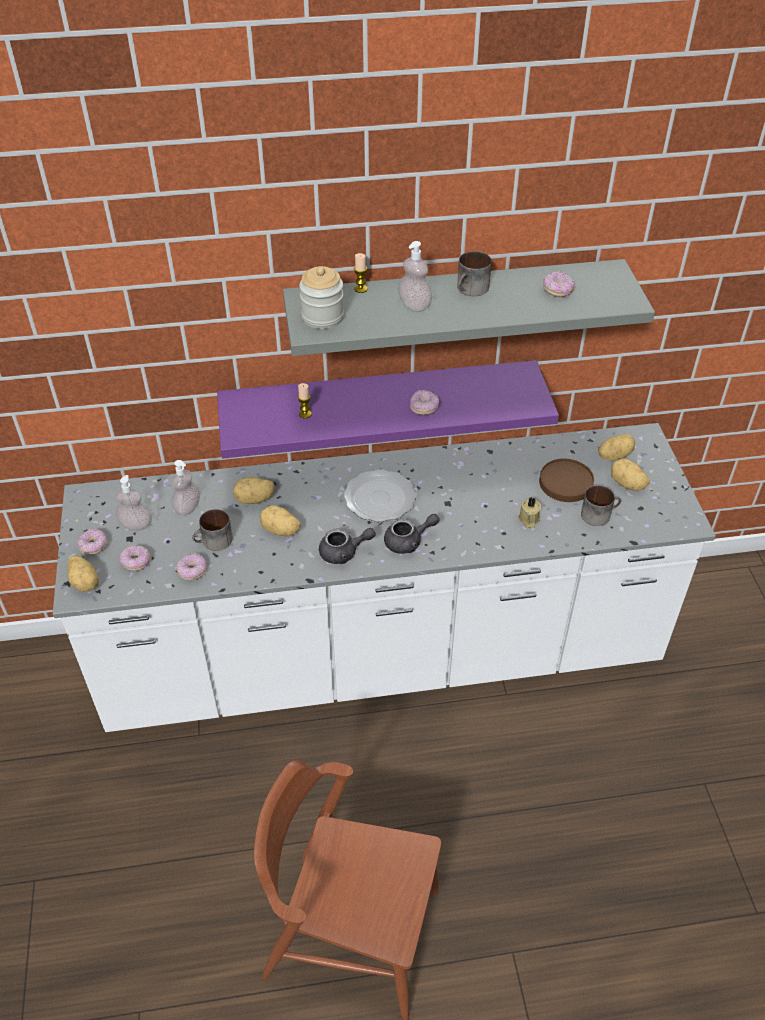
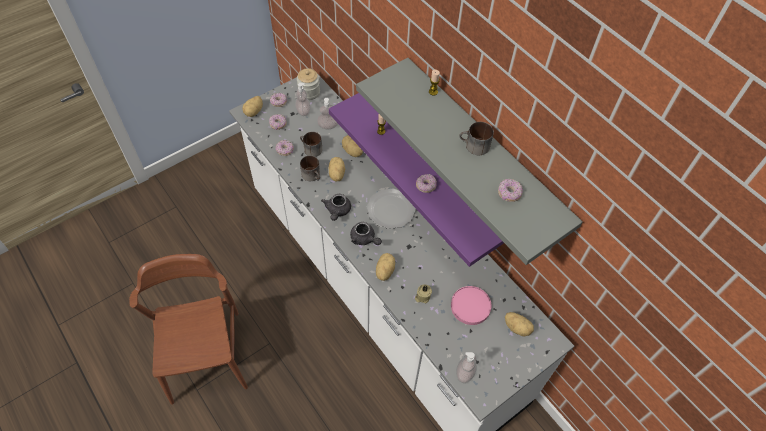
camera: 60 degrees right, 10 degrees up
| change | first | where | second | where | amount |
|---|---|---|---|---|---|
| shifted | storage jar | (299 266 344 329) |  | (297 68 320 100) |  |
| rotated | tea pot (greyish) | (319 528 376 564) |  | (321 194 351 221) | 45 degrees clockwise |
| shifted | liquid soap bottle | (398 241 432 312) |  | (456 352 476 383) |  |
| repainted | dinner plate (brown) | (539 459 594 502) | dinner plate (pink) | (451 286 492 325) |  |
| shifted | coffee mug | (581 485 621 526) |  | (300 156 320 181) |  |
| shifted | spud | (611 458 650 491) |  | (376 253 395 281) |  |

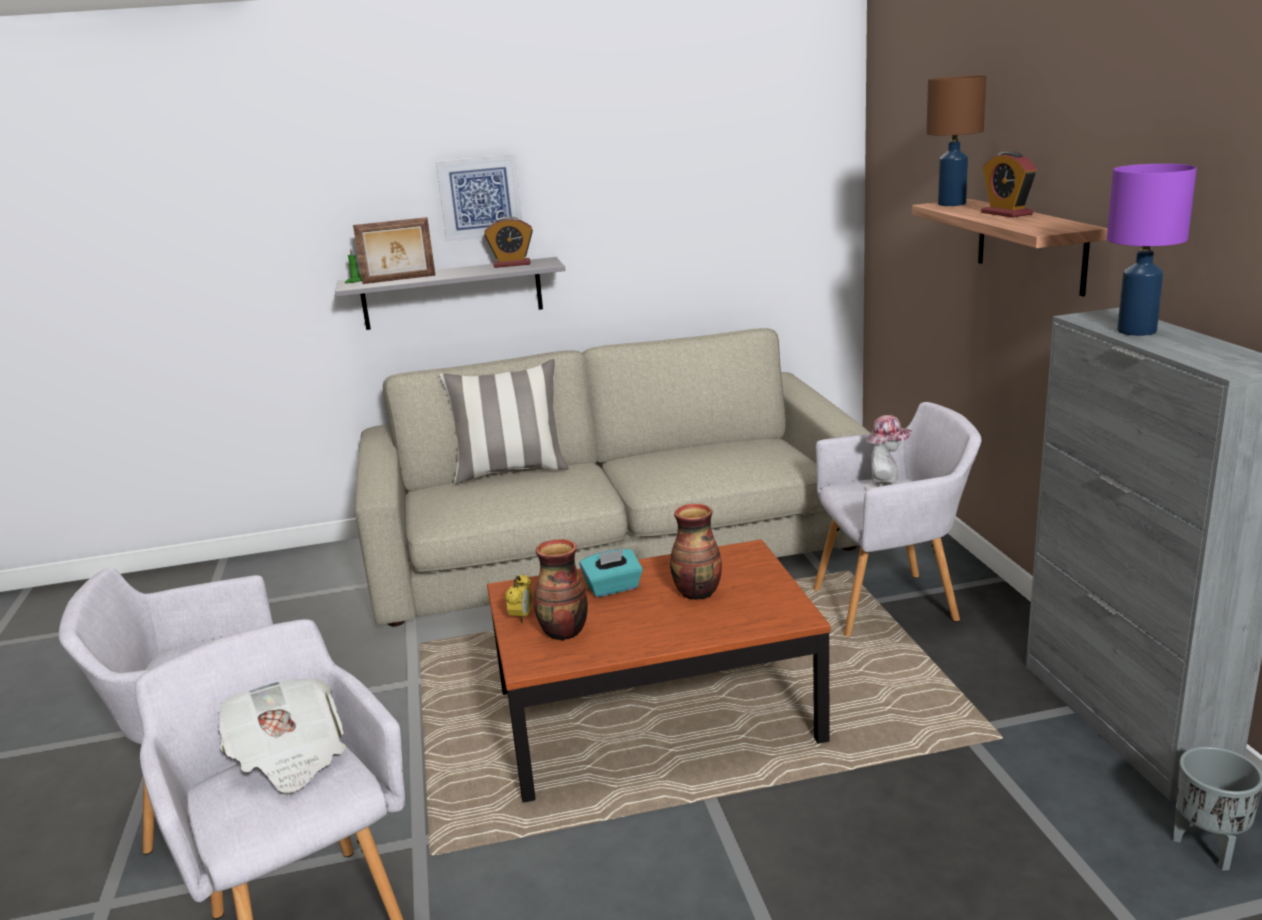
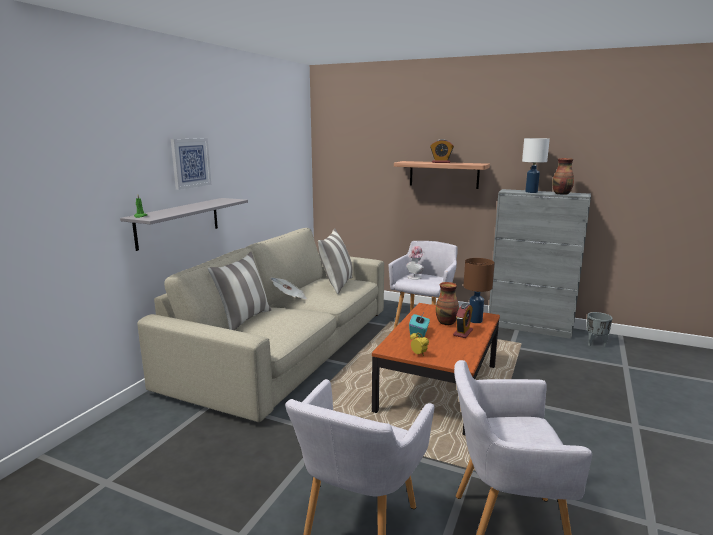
camera: 55 degrees left, 5 degrees down
| change | first | where | second | where | amount |
|---|---|---|---|---|---|
| shifted | printed paper | (218 679 346 793) |  | (270 277 307 300) |  |
| gone | standing frame | (353 217 436 284) |  |  |  |
| shifted | bedside clock | (484 217 533 268) |  | (453 303 473 338) |  |
| shifted | vase | (534 539 588 641) |  | (552 158 574 195) |  |
| shifted | lamp for a table (brown) | (926 76 986 206) |  | (463 258 494 323) |  |
| repainted | lamp for a table (purplish) | (1107 164 1197 336) | lamp for a table (white-coloured) | (522 138 550 193) |  |
| new |  |  | pillow | (318 228 353 294) |  |

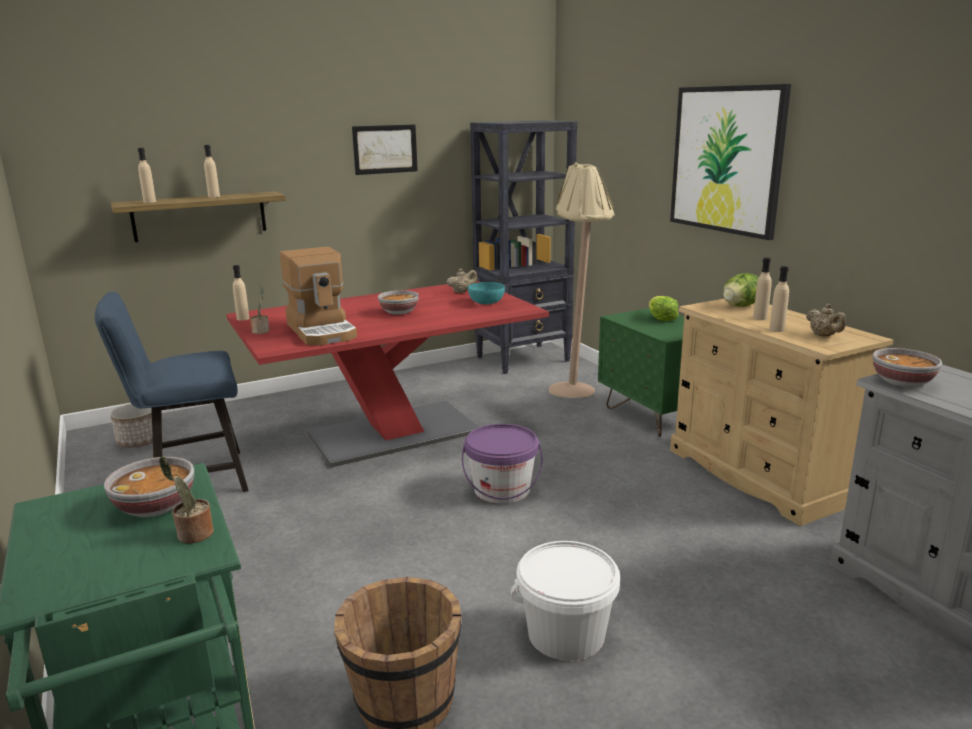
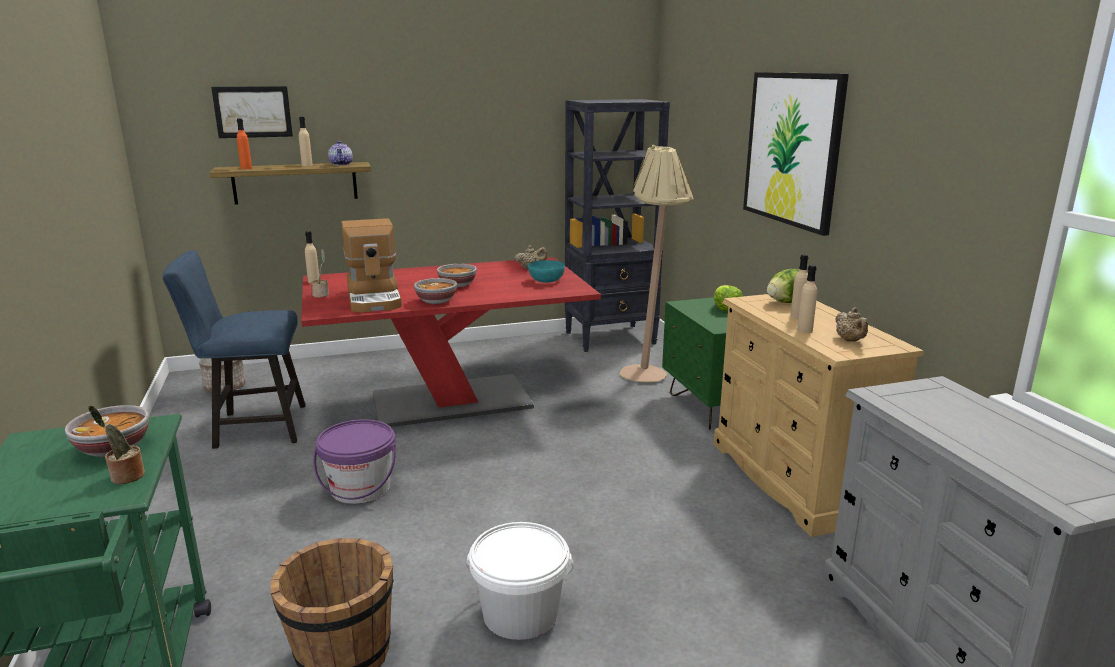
camera: 10 degrees right, 0 degrees up
| change | first | where | second | where | amount |
|---|---|---|---|---|---|
| repainted | beverage bottle (beige) | (138 148 156 203) | beverage bottle (orange-coloured) | (237 118 252 169) |  |
| shifted | wall art | (352 124 418 175) |  | (211 86 293 138) |  |
| shifted | bucket (purplish) | (462 424 543 504) |  | (313 419 396 504) |  |
| shifted | serving bowl | (873 348 942 387) |  | (414 278 457 304) |  |
| new |  |  | tea pot | (328 141 353 165) |  |

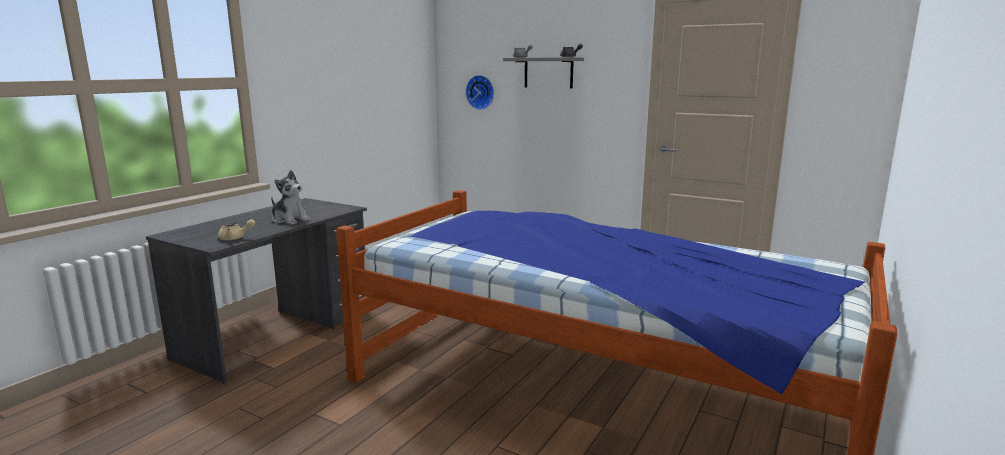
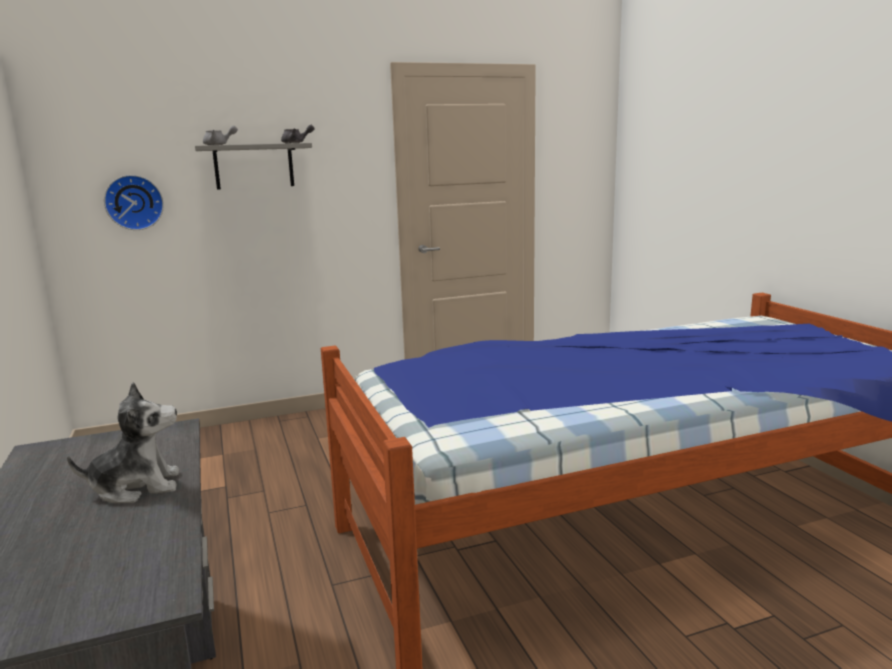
camera: 50 degrees left, 0 degrees up
| change | first | where | second | where | amount |
|---|---|---|---|---|---|
| gone | tea pot (beige) | (218 219 256 240) |  |  |  |

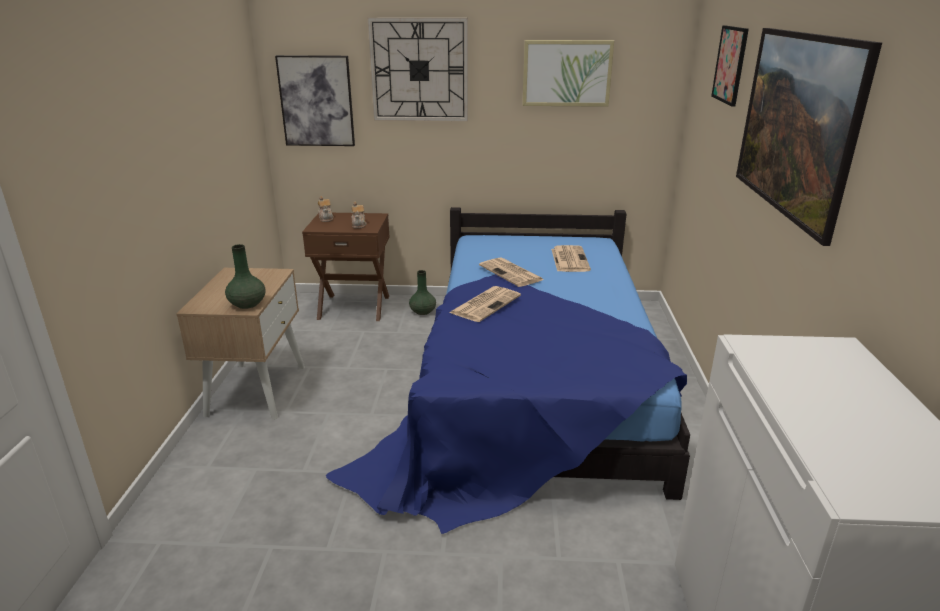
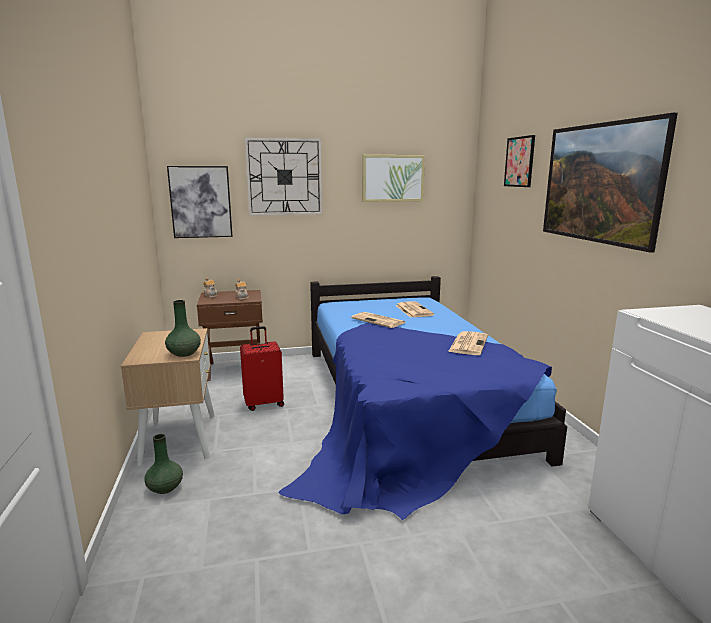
camera: 15 degrees left, 10 degrees down
| change | first | where | second | where | amount |
|---|---|---|---|---|---|
| shifted | vase (green-coloured) | (409 270 436 315) |  | (144 434 183 494) |  |
| shifted | printed paper | (449 286 521 322) |  | (448 331 488 355) |  |
| new |  |  | piece of luggage (red-coloured) | (240 326 284 411) |  |

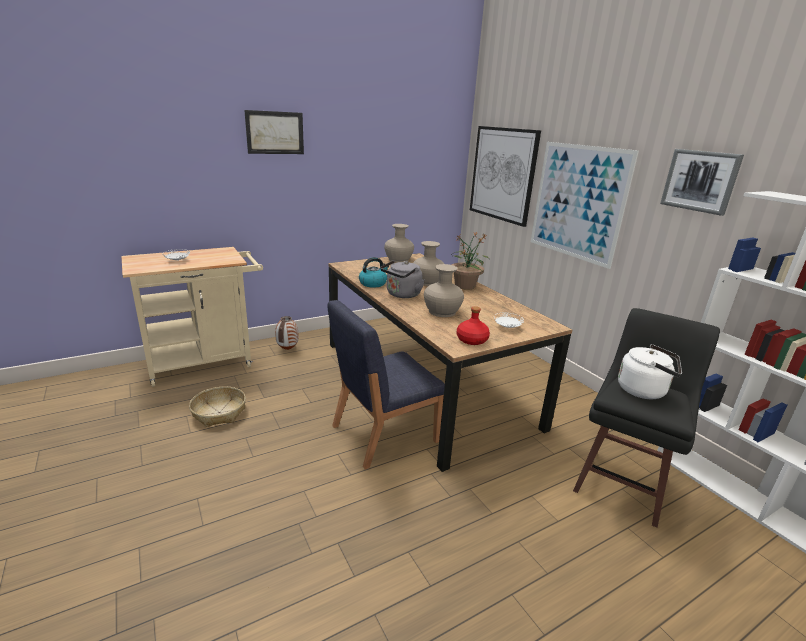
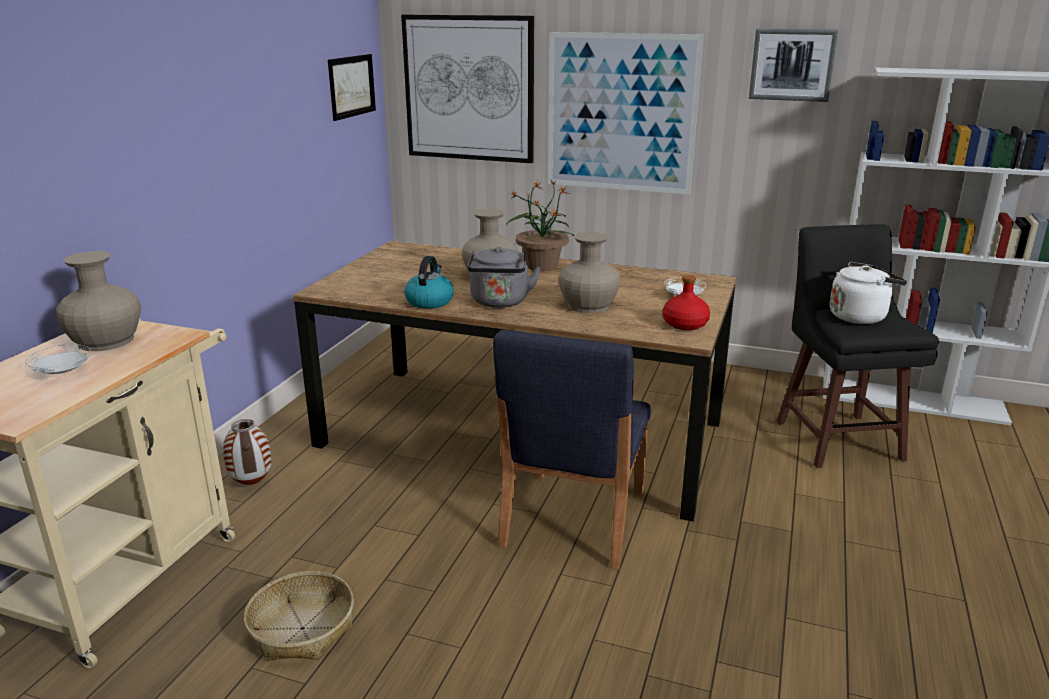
camera: 40 degrees left, 0 degrees up
| change | first | where | second | where | amount |
|---|---|---|---|---|---|
| shifted | wall art | (244 110 304 154) |  | (328 54 376 121) |  |
| shifted | vase (beige) | (384 224 414 263) |  | (56 251 141 351) |  |

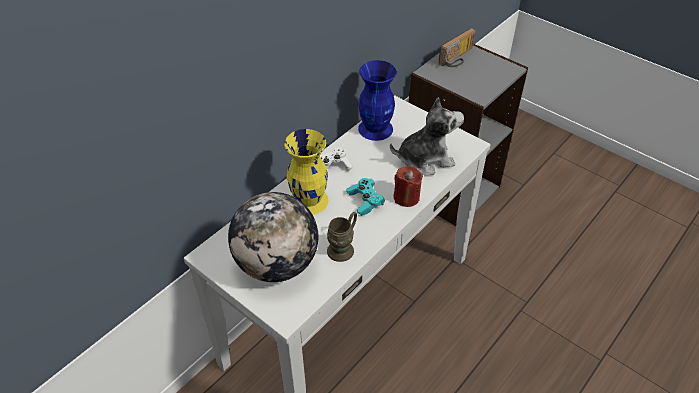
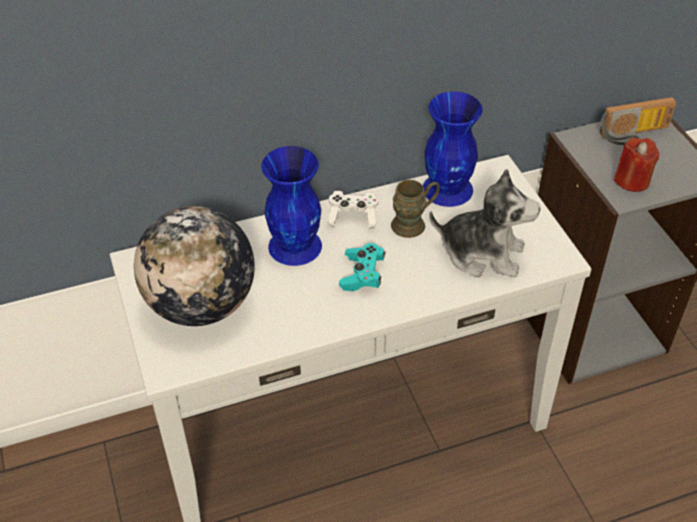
camera: 30 degrees right, 0 degrees up
| change | first | where | second | where | amount |
|---|---|---|---|---|---|
| repainted | vase (yellow) | (284 129 328 215) | vase (blue) | (261 146 322 266) |  |
| shifted | coffee mug (brown) | (327 212 357 262) |  | (391 180 440 238) |  |
| shifted | wax candle (red-coloured) | (393 165 423 207) |  | (614 138 659 192) |  |

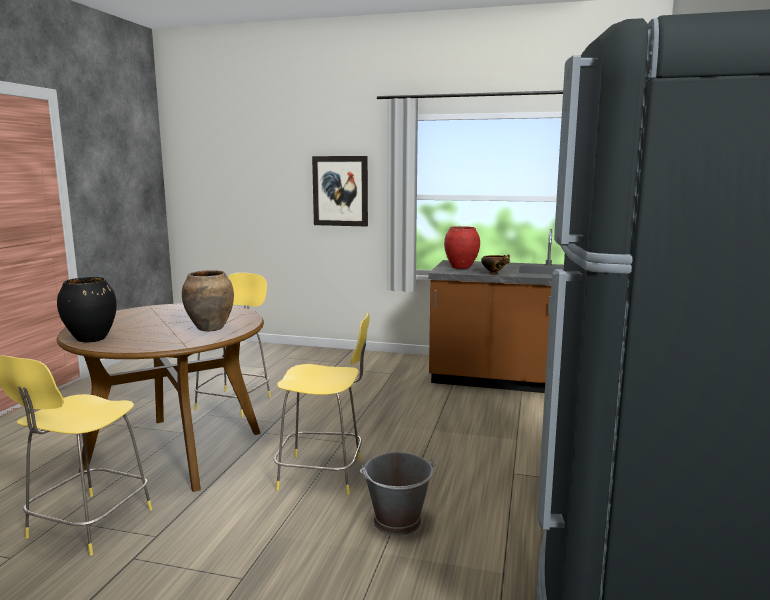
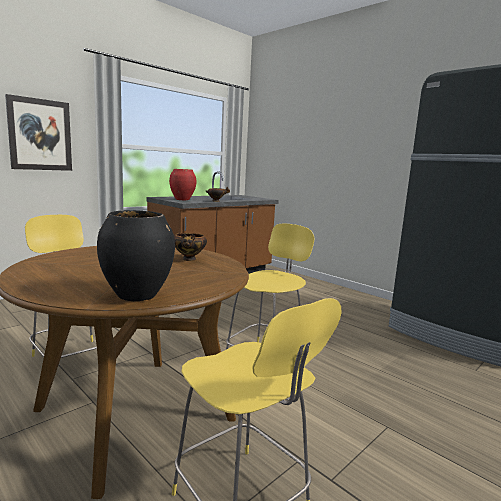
camera: 60 degrees left, 0 degrees up
| change | first | where | second | where | amount |
|---|---|---|---|---|---|
| swapped | vase (brown) | (182 270 234 331) | serving bowl | (174 233 207 261) |  |
| gone | bucket (greyish) | (360 452 436 536) |  |  |  |

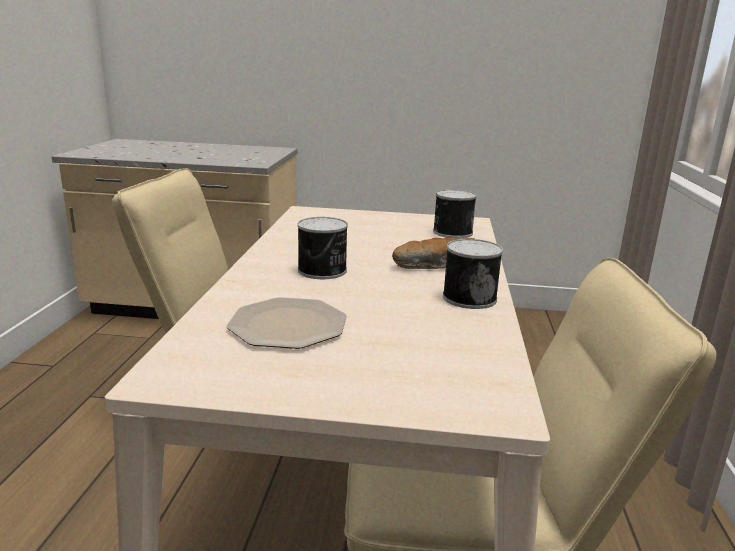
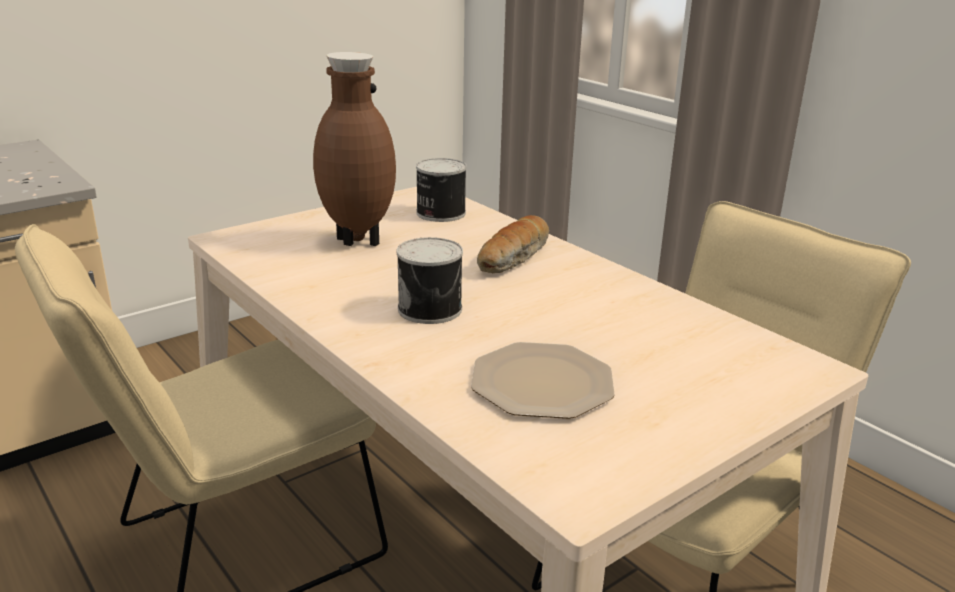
camera: 45 degrees left, 5 degrees up
| change | first | where | second | where | amount |
|---|---|---|---|---|---|
| gone | sealed can | (443 239 503 309) |  |  |  |
| new |  |  | vase (brown) | (313 52 396 246) |  |

